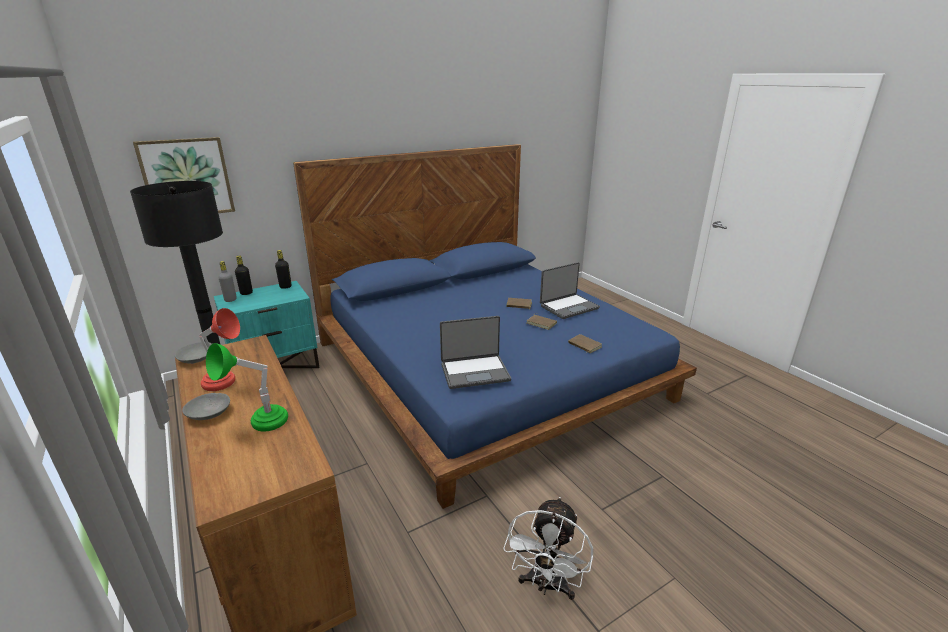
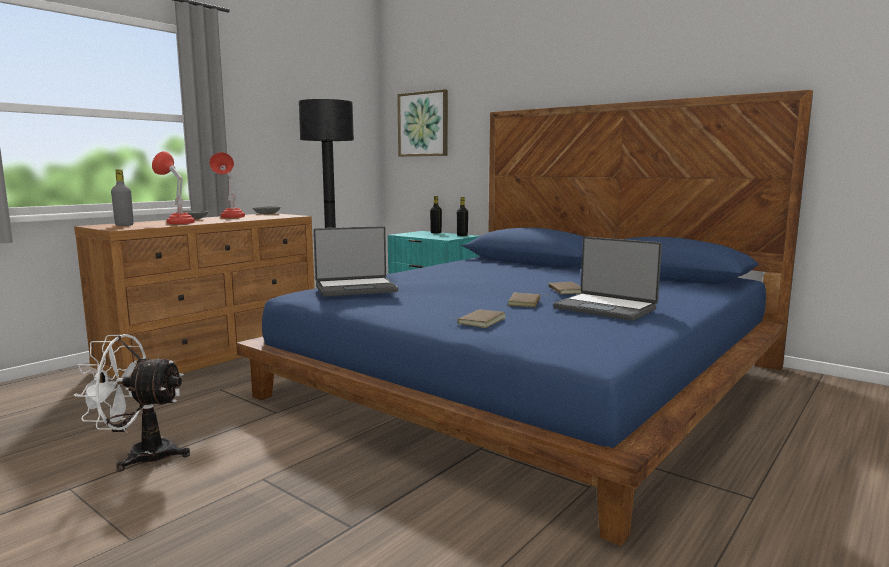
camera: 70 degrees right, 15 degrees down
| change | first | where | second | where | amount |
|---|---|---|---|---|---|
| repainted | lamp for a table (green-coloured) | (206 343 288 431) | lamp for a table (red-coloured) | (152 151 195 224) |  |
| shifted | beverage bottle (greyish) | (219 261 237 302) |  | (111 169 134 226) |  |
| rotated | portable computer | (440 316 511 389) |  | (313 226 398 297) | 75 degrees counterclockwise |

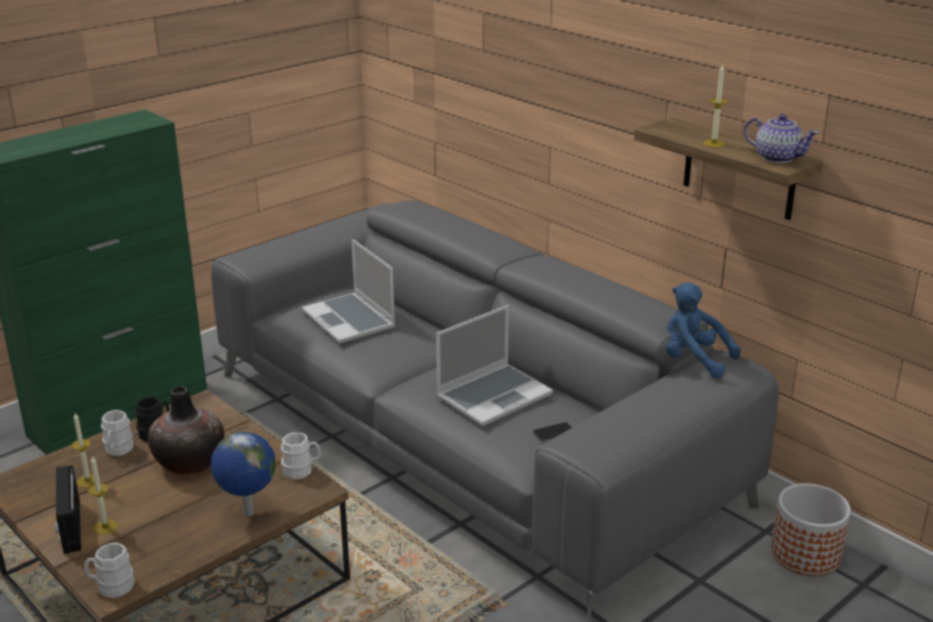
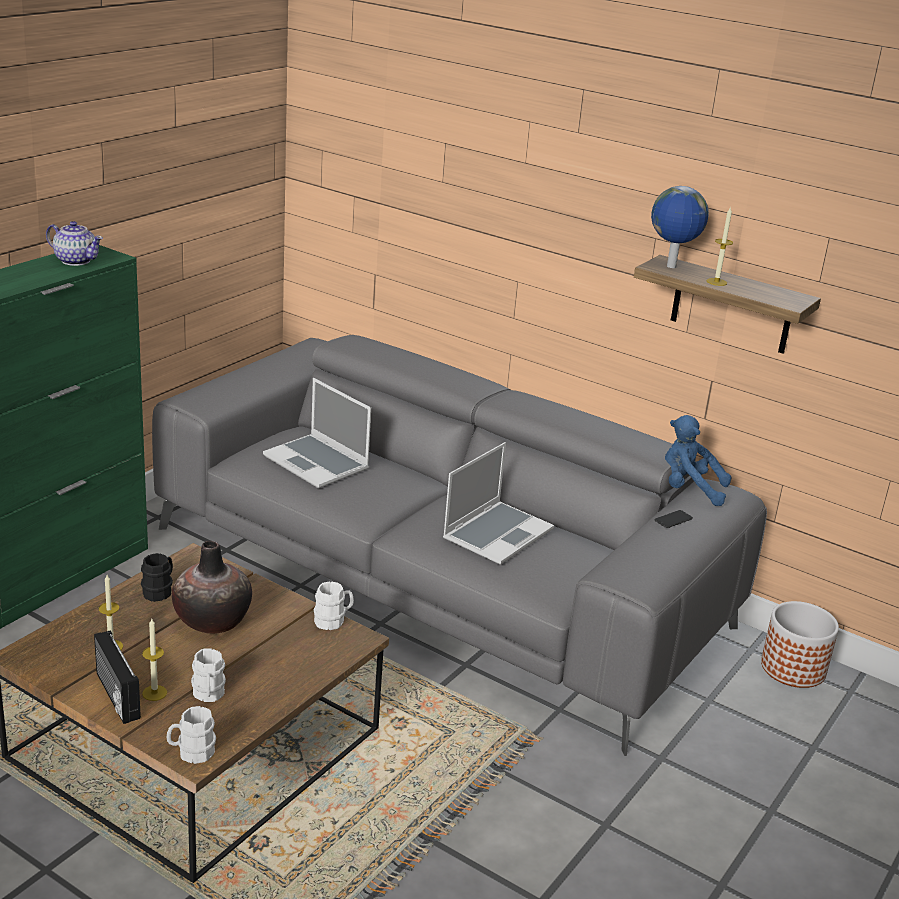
camera: 15 degrees left, 0 degrees up
| change | first | where | second | where | amount |
|---|---|---|---|---|---|
| shifted | coffee mug (white-coloured) | (101 410 134 456) |  | (191 648 226 702) |  |
| shifted | desk globe | (211 432 275 517) |  | (651 186 709 268) |  |
| shifted | phone | (533 422 572 441) |  | (655 510 693 528) |  |
| shifted | tea pot | (744 114 819 163) |  | (46 221 103 266) |  |

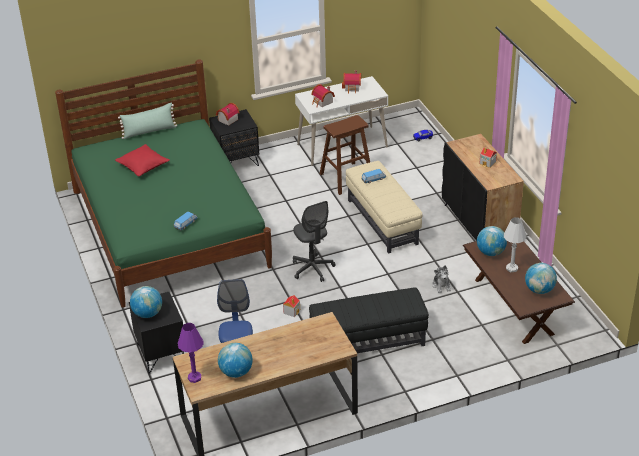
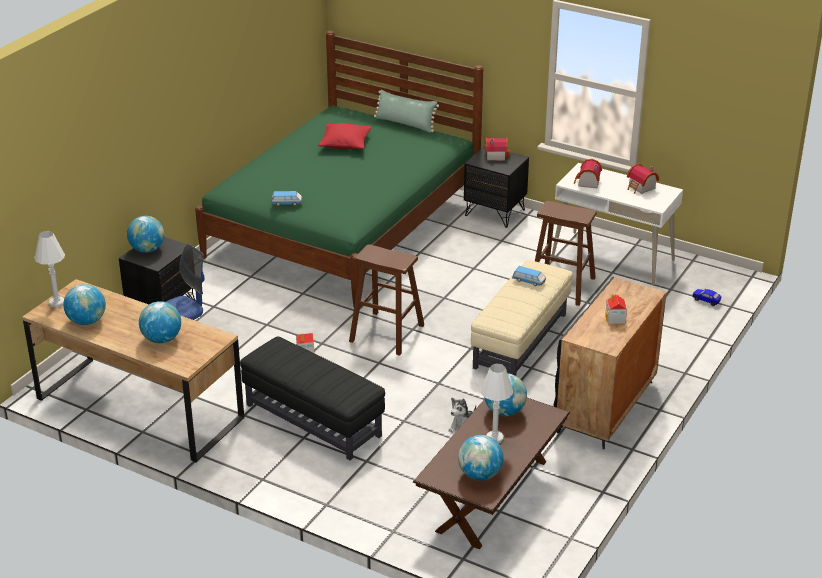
camera: 50 degrees right, 5 degrees down
| change | first | where | second | where | amount |
|---|---|---|---|---|---|
| repainted | lamp for a table (purplish) | (177 323 203 383) | lamp for a table (white-coloured) | (34 231 65 308) |  |
| swapped | office chair (greyish) | (293 201 336 282) | stool (brown) | (349 244 424 356) |  |
| new |  |  | desk globe | (139 301 181 343) |  |

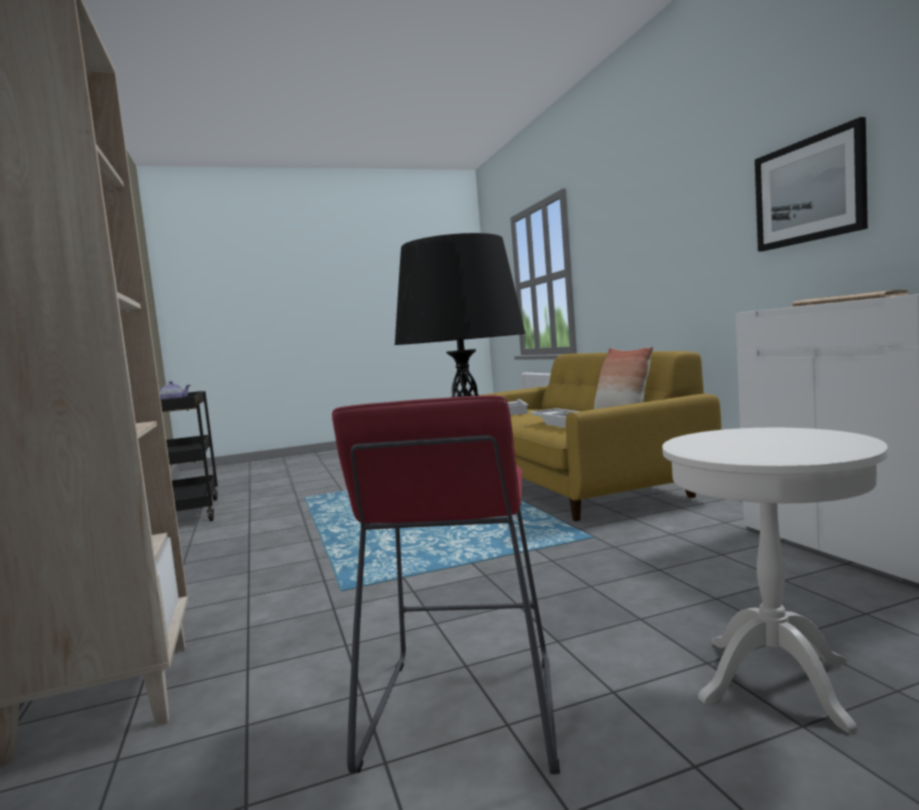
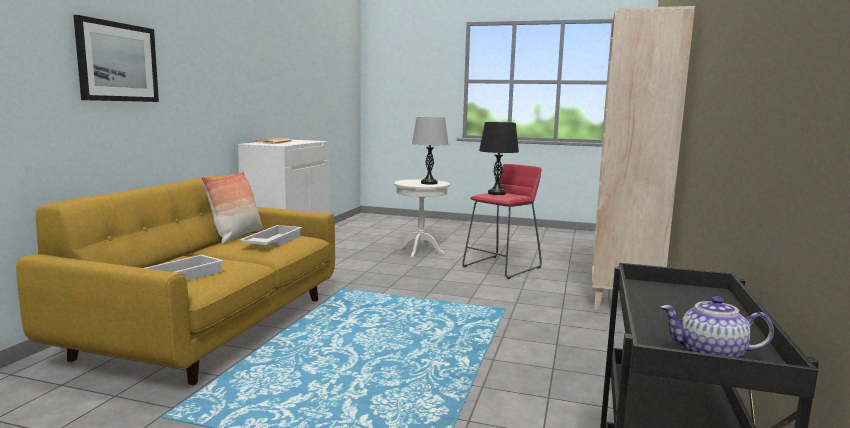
camera: 145 degrees left, 5 degrees up
| change | first | where | second | where | amount |
|---|---|---|---|---|---|
| shifted | wall art | (755 117 868 252) |  | (73 15 159 102) |  |
| new |  |  | lamp for a table (greyish) | (412 117 449 185) |  |

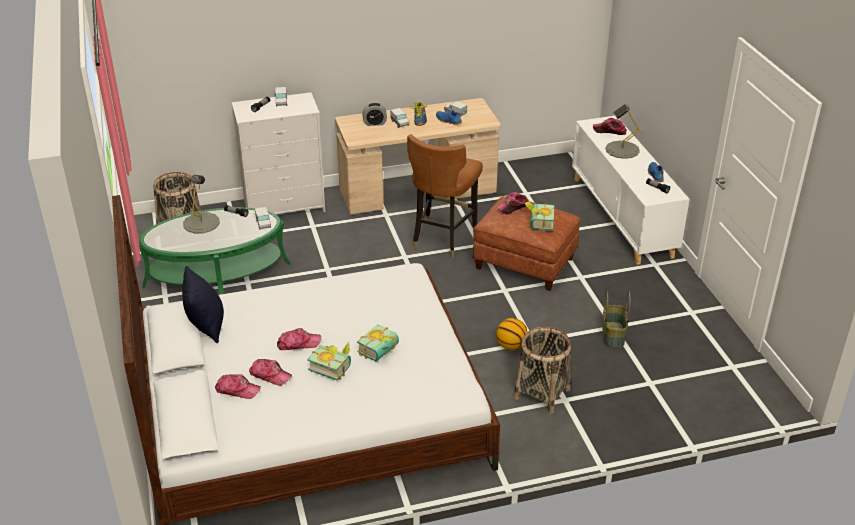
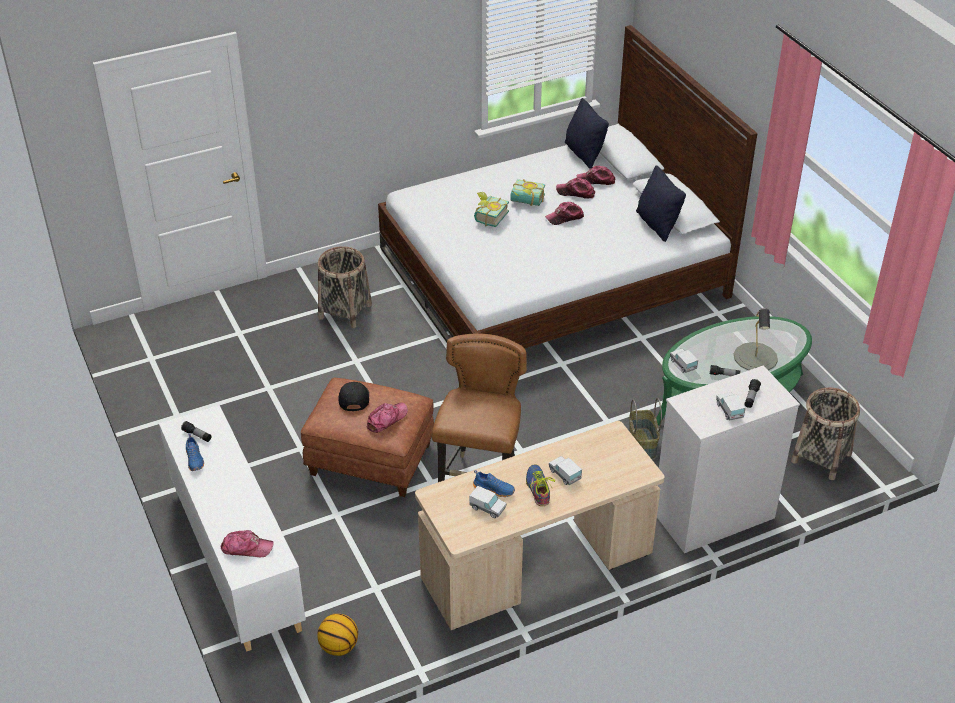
camera: 170 degrees right, 5 degrees up
| change | first | where | second | where | amount |
|---|---|---|---|---|---|
| gone | bedside clock | (363 103 387 126) |  |  |  |
| shifted | basketball | (496 318 528 350) |  | (317 614 358 656) |  |
| swapped | bound book | (524 201 555 231) | baseball cap (blackish) | (338 382 369 411) |  |
| shifted | household basket | (603 291 631 347) |  | (629 398 662 459) |  |
| gone | lamp for a table (greyish) | (605 104 641 159) |  |  |  |
| new |  |  | pillow (blackish) | (565 98 609 169) |  |

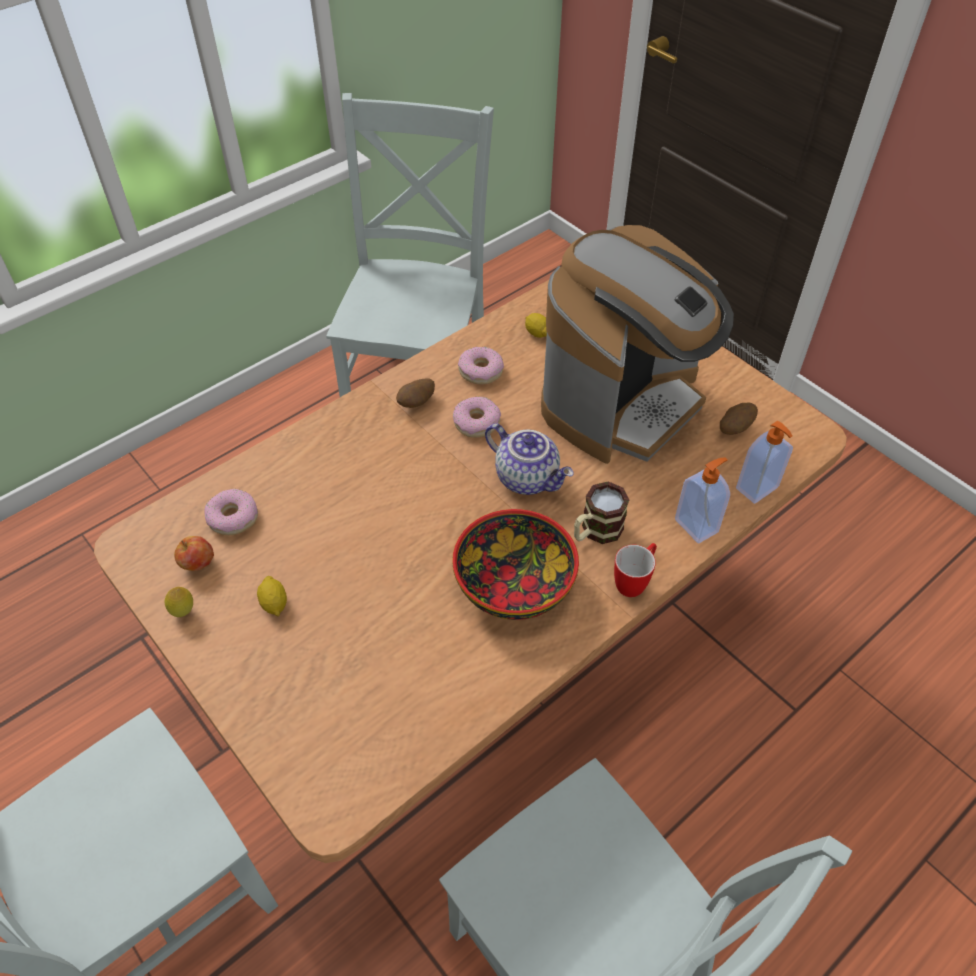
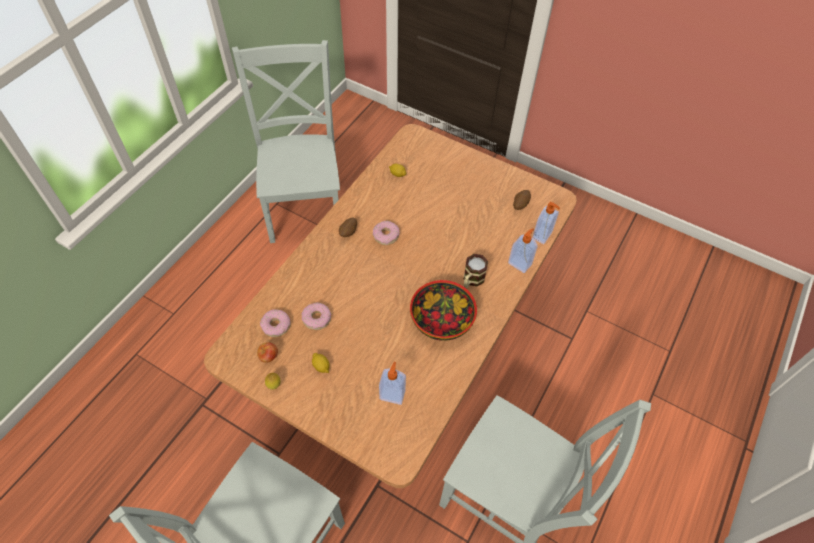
camera: 20 degrees left, 5 degrees up
| change | first | where | second | where | amount |
|---|---|---|---|---|---|
| shifted | ring doughnut | (458 347 504 384) |  | (301 302 331 330) |  |
| gone | tea pot | (485 423 574 495) |  |  |  |
| gone | coffee maker | (541 225 734 464) |  |  |  |
| gone | coffee mug | (614 543 657 597) |  |  |  |
| new |  |  | liquid soap bottle | (379 362 406 405) |  |

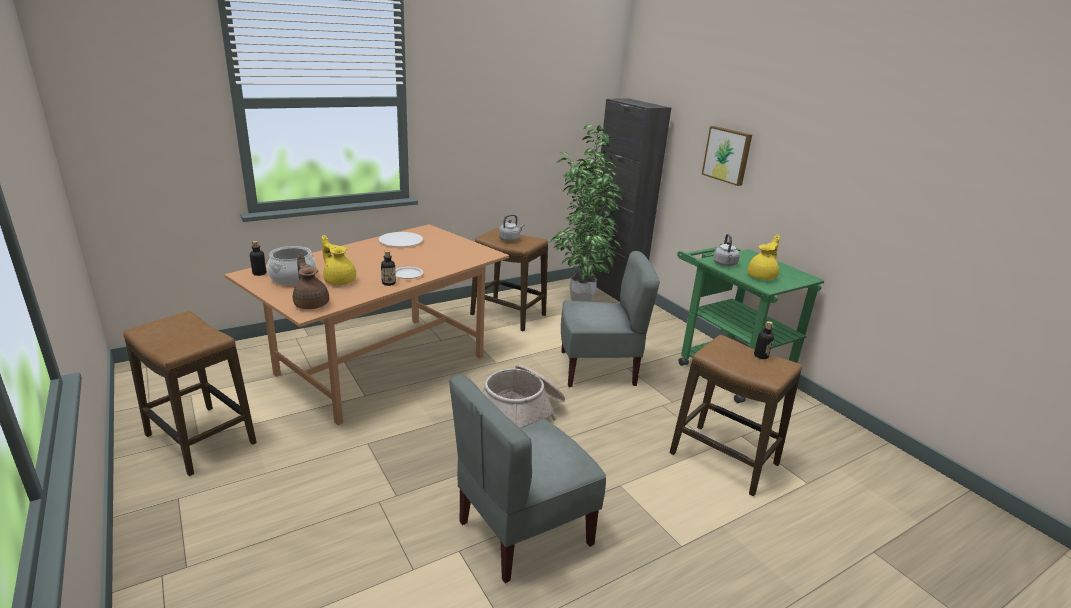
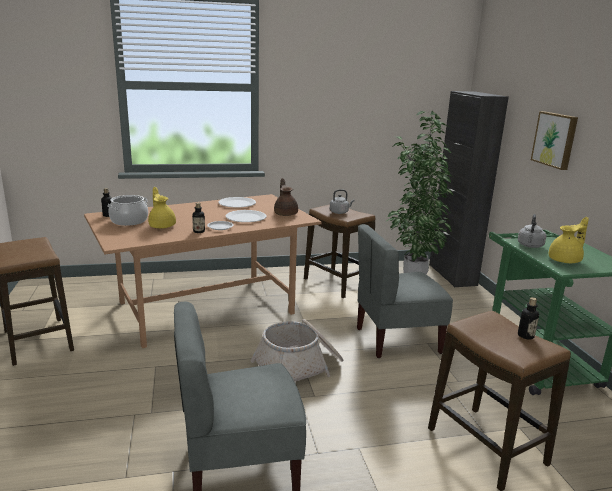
camera: 20 degrees right, 5 degrees down
| change | first | where | second | where | amount |
|---|---|---|---|---|---|
| shifted | tea pot (brown) | (293 253 329 309) |  | (274 178 298 216) |  |
| rotated | chair (greyish) | (561 251 660 387) |  | (357 224 453 358) | 150 degrees clockwise |
| new |  |  | dinner plate (white-coloured) | (226 210 267 222) |  |

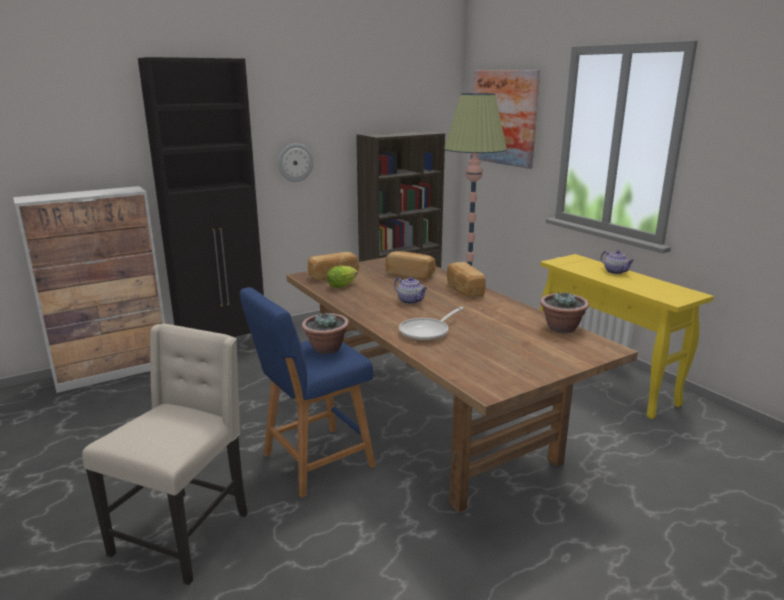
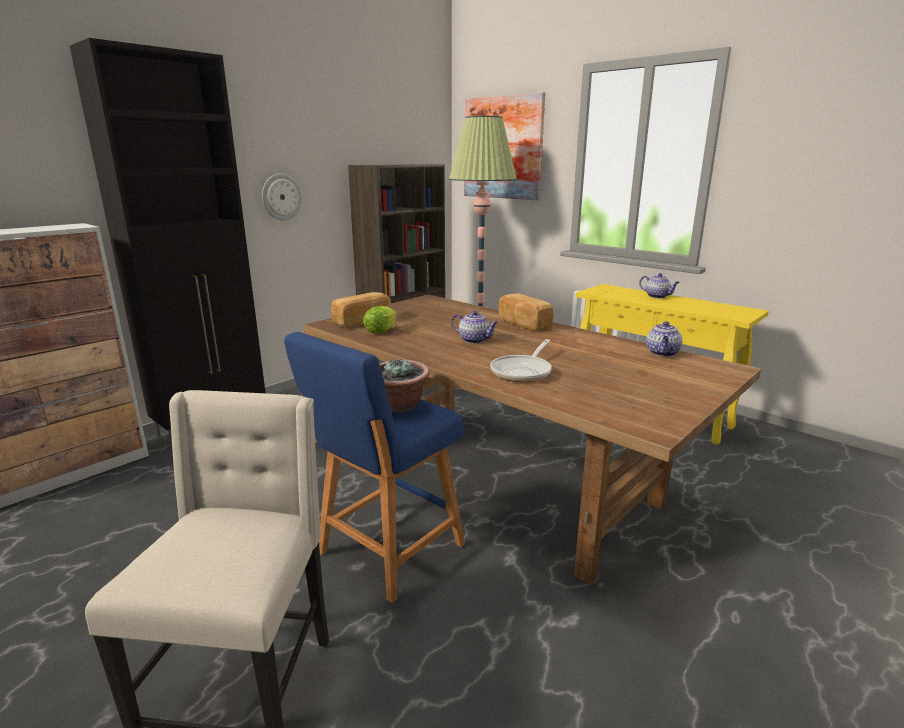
camera: 15 degrees left, 0 degrees up
| change | first | where | second | where | amount |
|---|---|---|---|---|---|
| gone | bread | (385 251 436 280) |  |  |  |
| swapped | potted plant | (540 291 589 333) | tea pot | (646 321 683 357) |  |

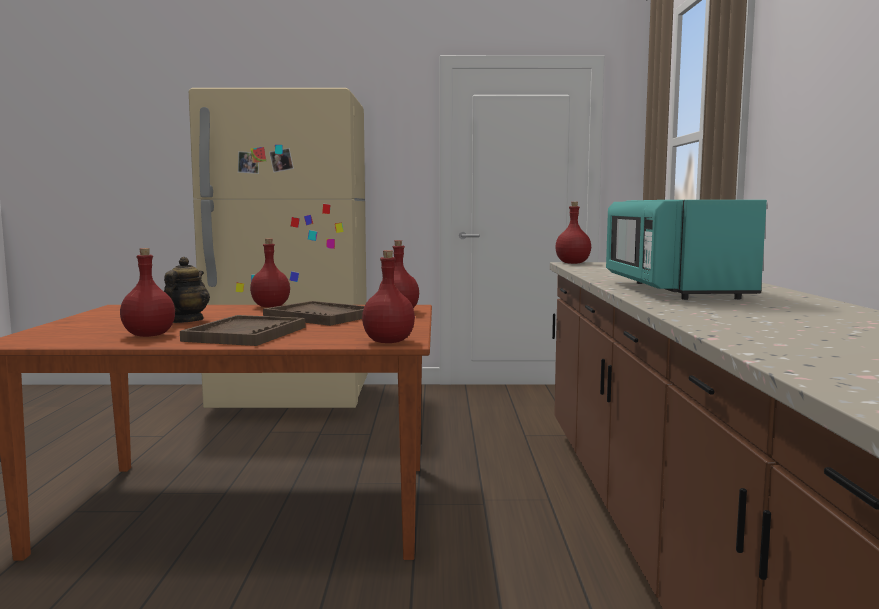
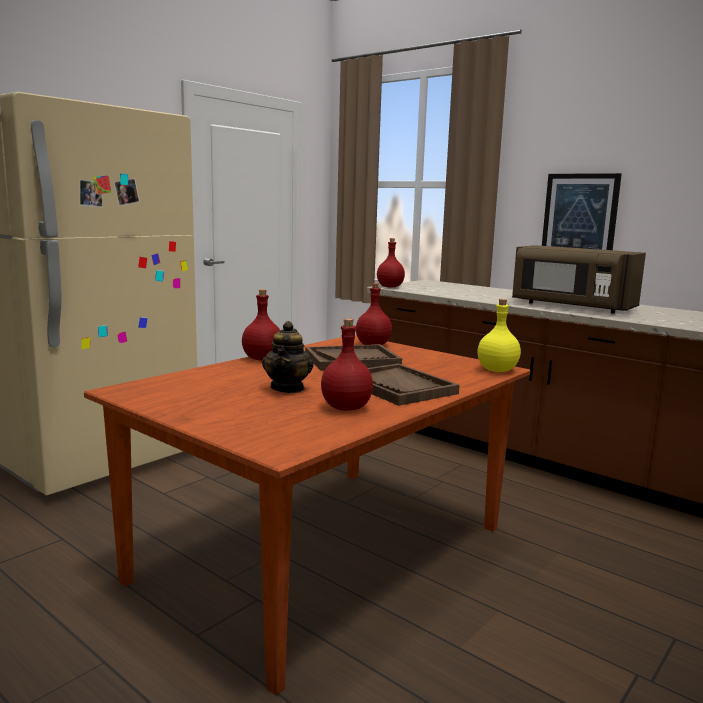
camera: 50 degrees left, 5 degrees up
| change | first | where | second | where | amount |
|---|---|---|---|---|---|
| rotated | tea pot | (164 257 210 323) |  | (262 321 313 393) | 135 degrees counterclockwise |
| repainted | beverage bottle (red-coloured) | (362 250 415 343) | beverage bottle (yellow) | (478 299 521 372) |  |
| repainted | kitchen microwave (blue-green) | (606 200 767 300) | kitchen microwave (brown) | (512 245 646 314) |  |
| new |  |  | wall art | (542 173 622 250) |  |

